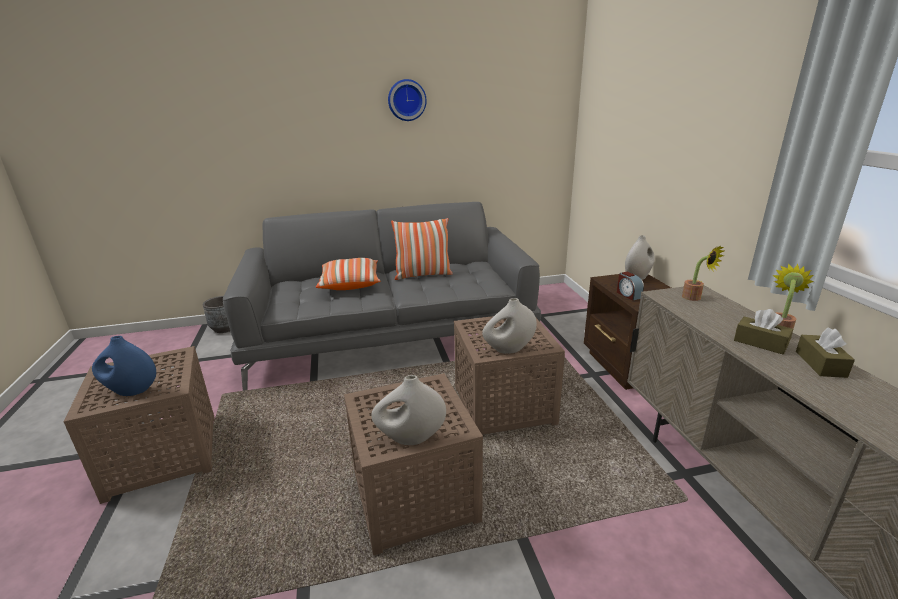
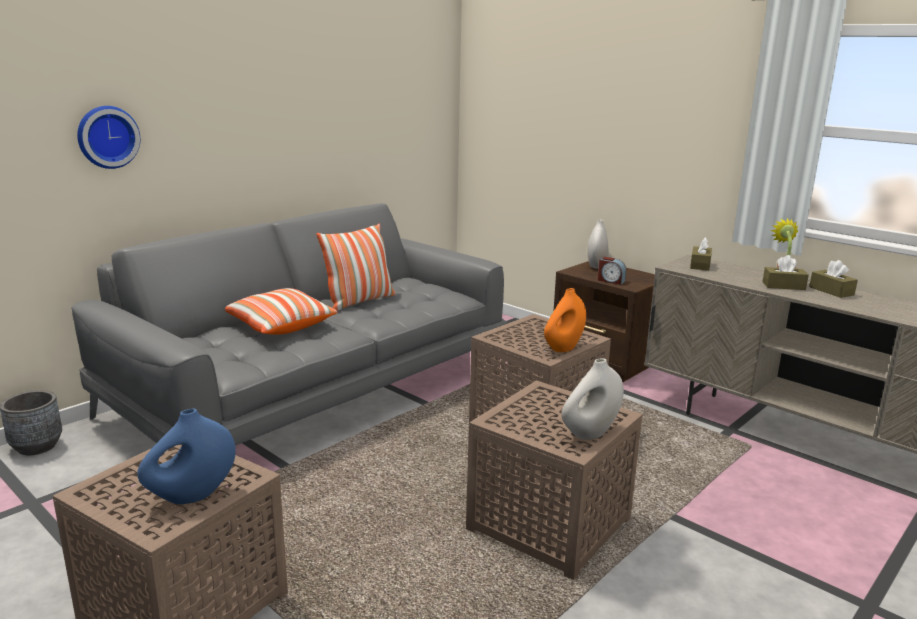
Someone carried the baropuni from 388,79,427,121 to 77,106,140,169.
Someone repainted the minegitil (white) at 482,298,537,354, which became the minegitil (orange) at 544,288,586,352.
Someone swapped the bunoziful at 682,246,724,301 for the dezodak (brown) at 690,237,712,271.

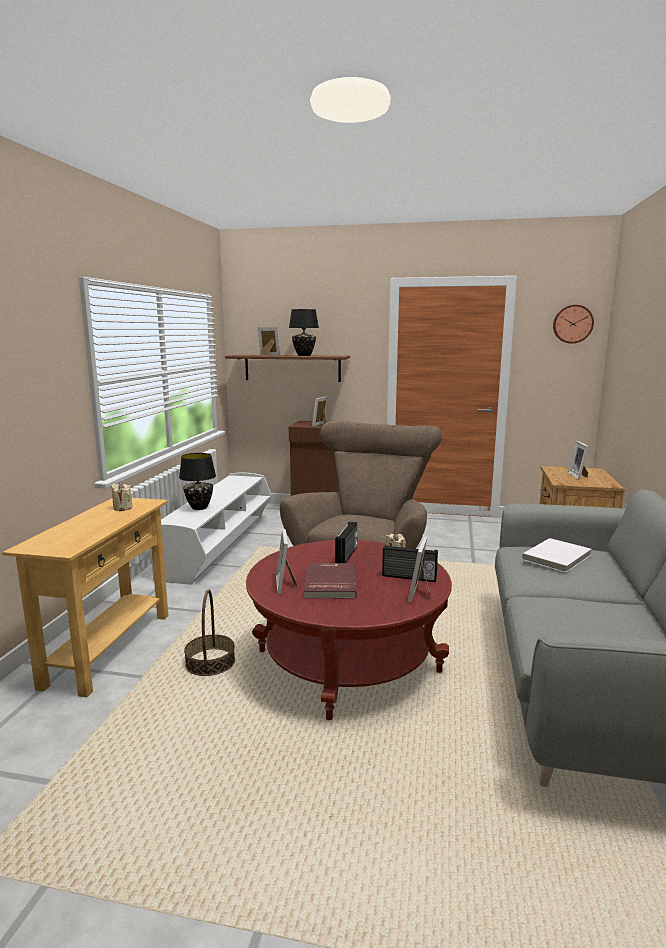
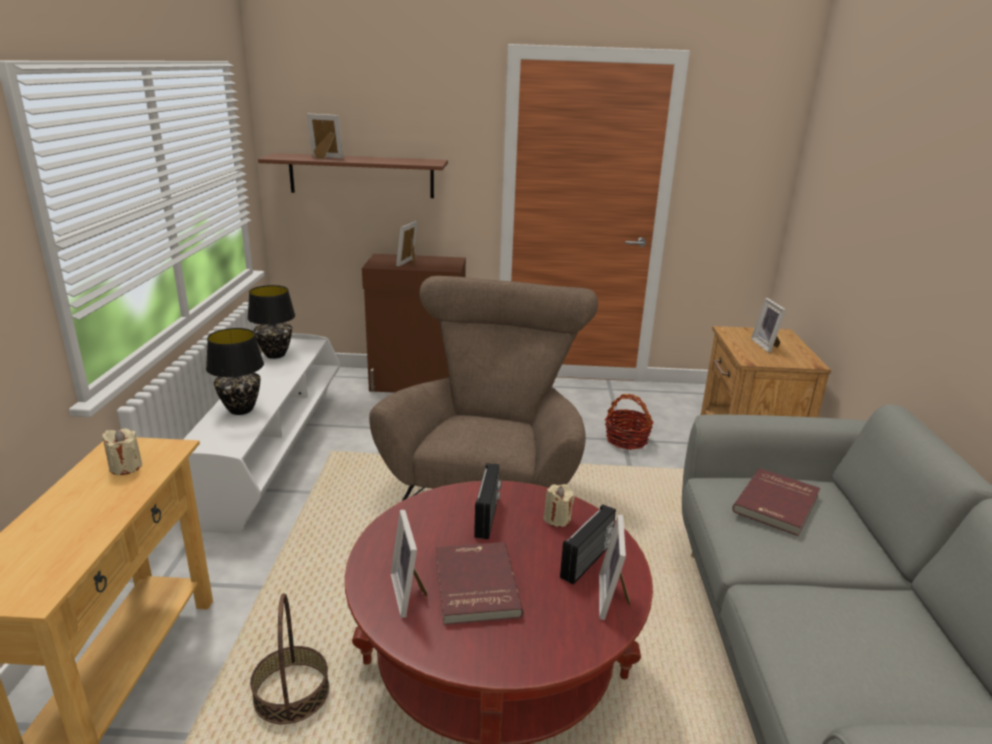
Someone carried the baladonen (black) from 289,309,319,356 to 247,285,295,359.
Someone rotated the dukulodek at 382,545,438,582 by 60 degrees counterclockwise.
Someone repainted the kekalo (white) at 522,538,592,573, which became the kekalo (red) at 732,468,820,536.
Someone took away the baropuni at 553,305,594,344.
Someone put down the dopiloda at 605,394,654,450.

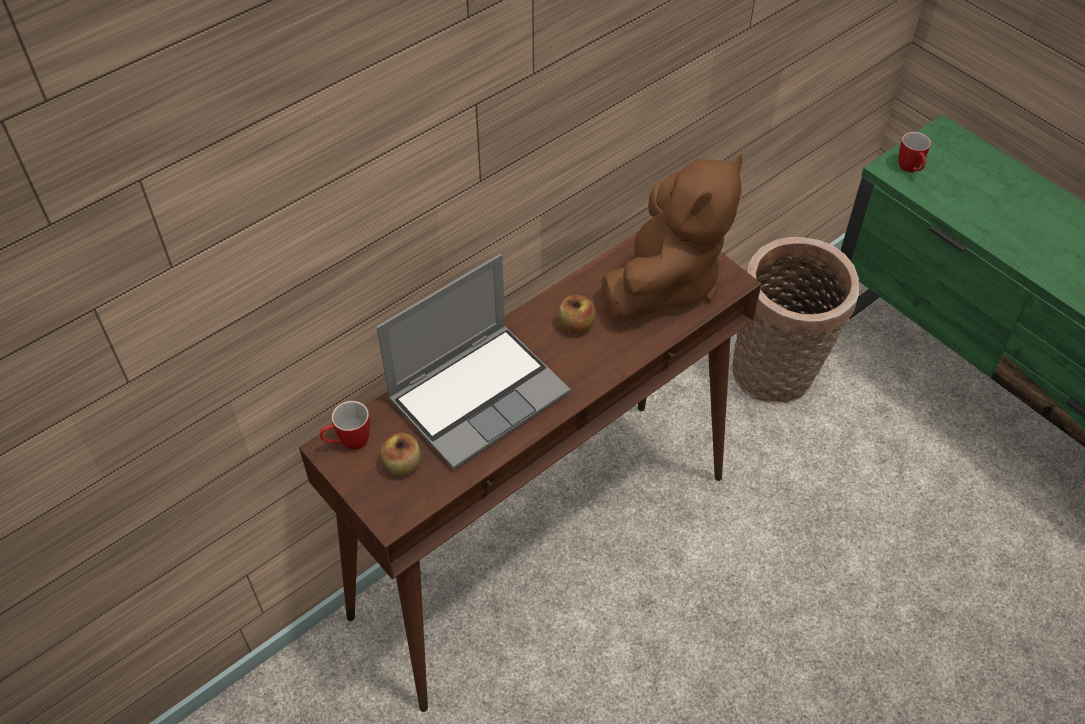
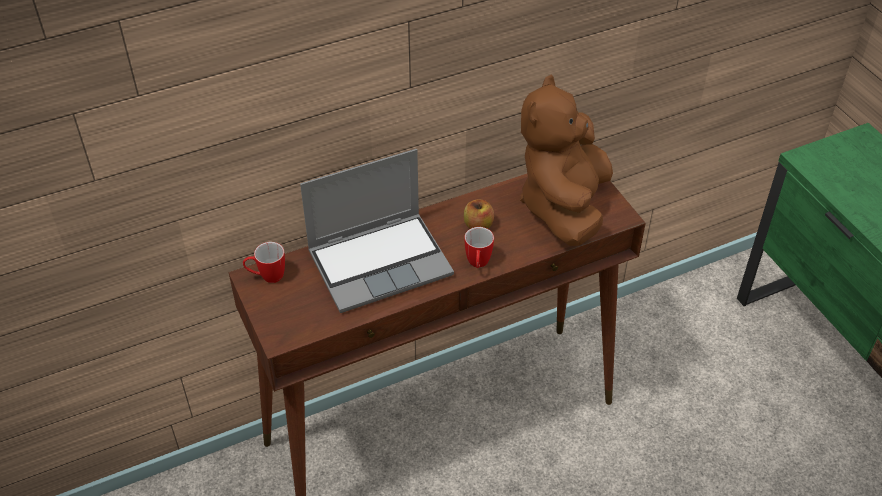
Someone took away the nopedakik at 380,433,421,475.
Someone rotated the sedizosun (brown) at 602,155,742,320 by 150 degrees clockwise.
Someone took away the dopiloda at 732,237,860,404.
Someone carried the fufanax from 899,132,931,172 to 464,227,494,268.

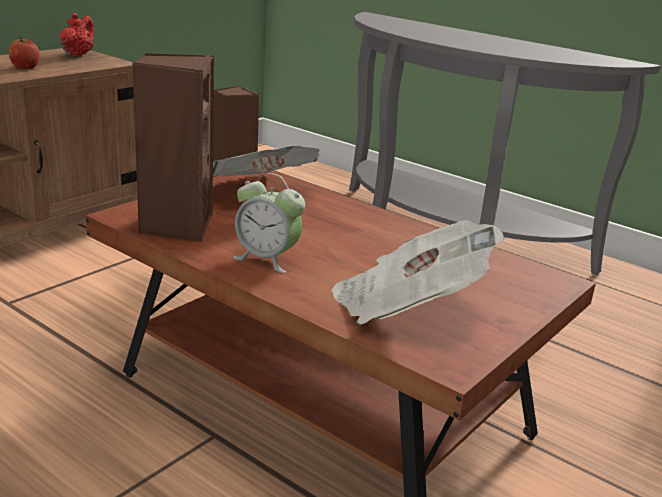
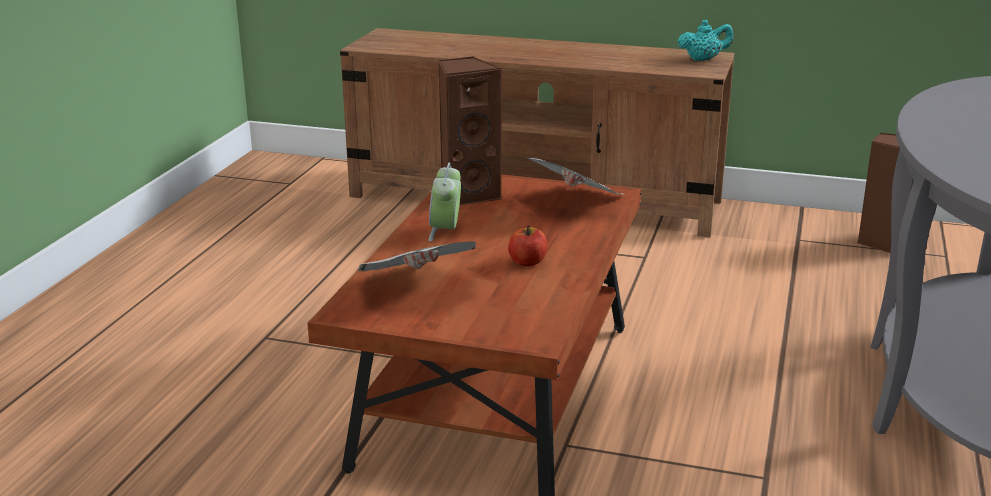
Someone carried the nopedakik from 9,37,40,69 to 508,225,547,266.
Someone repainted the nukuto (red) at 60,13,94,57, which became the nukuto (turquoise) at 678,20,734,61.

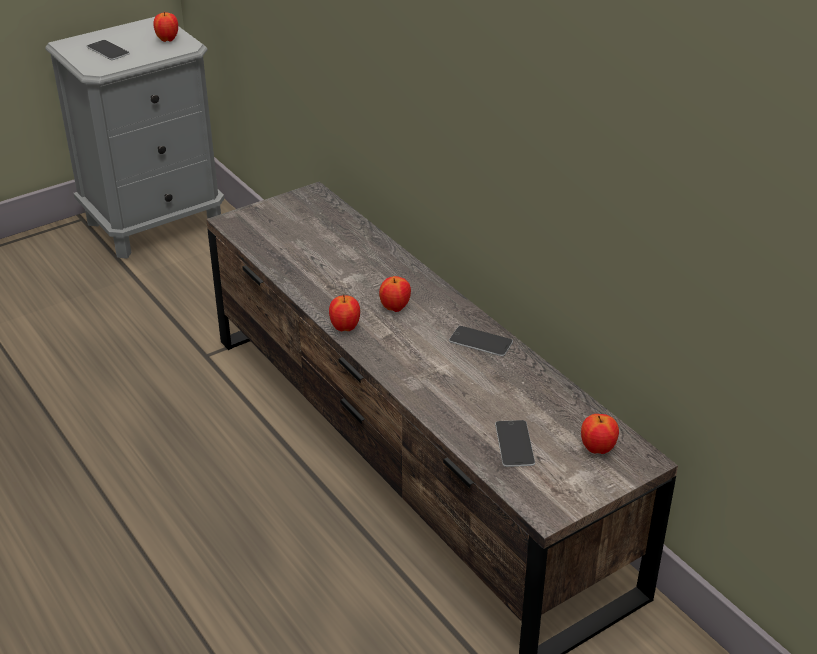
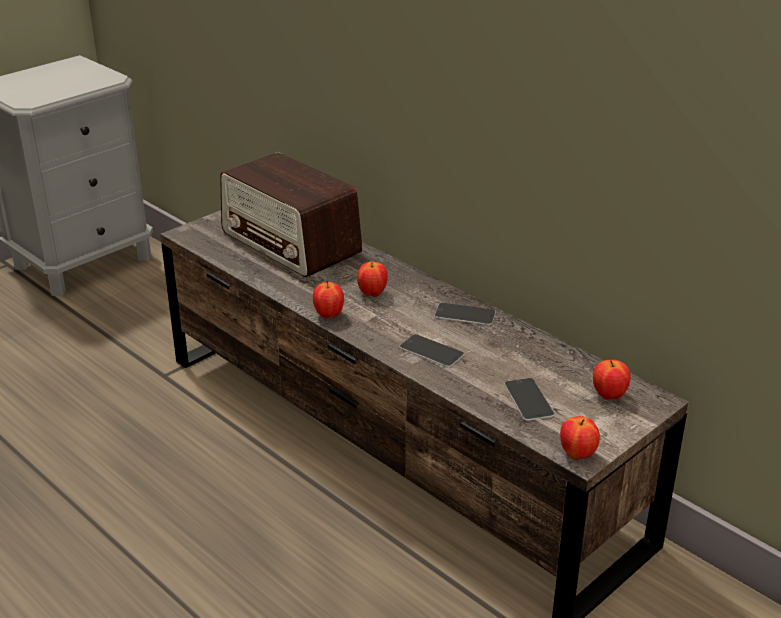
Someone carried the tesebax from 87,40,130,60 to 399,334,465,367.
Someone carried the nopedakik from 153,12,178,42 to 560,416,600,460.
Someone put down the dukulodek at 220,152,362,277.

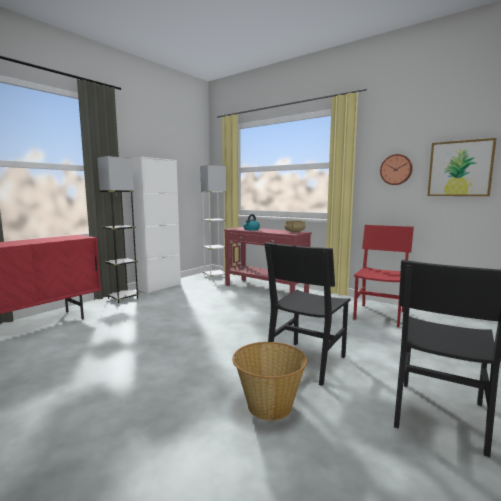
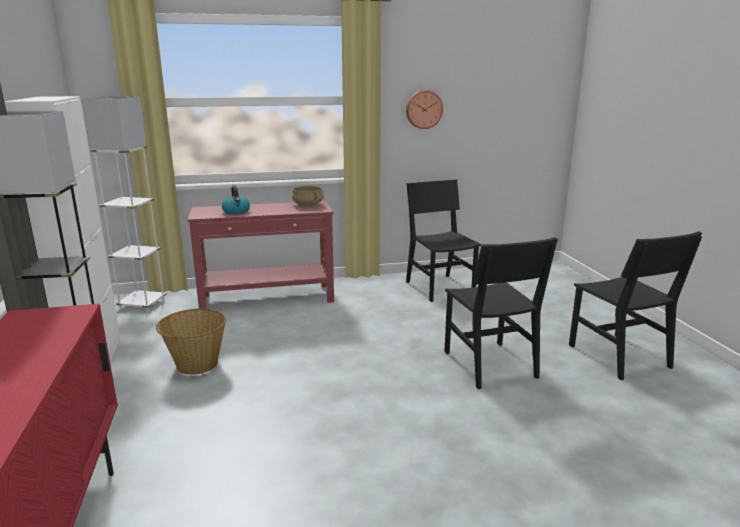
Someone carried the dopiloda from 232,342,307,421 to 156,308,226,375.
Someone repainted the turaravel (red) at 353,225,414,327, which became the turaravel (black) at 406,180,481,302.
Someone took away the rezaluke at 428,138,496,196.

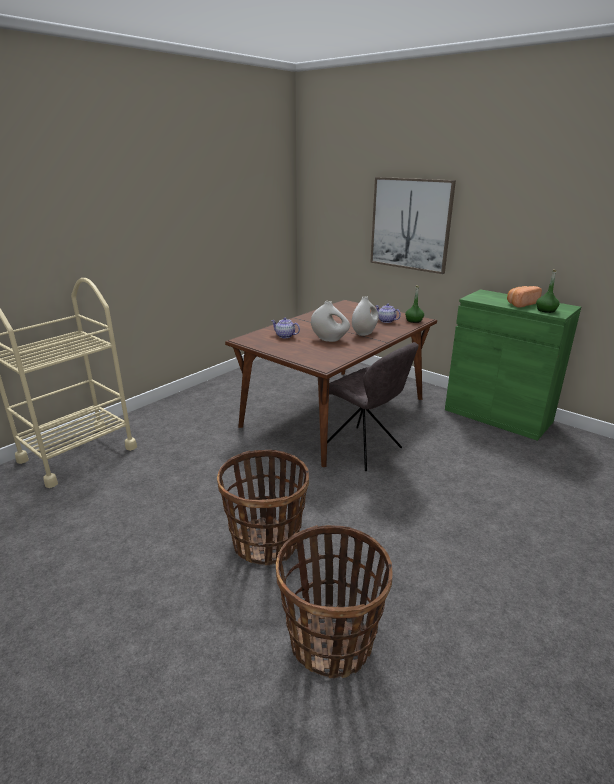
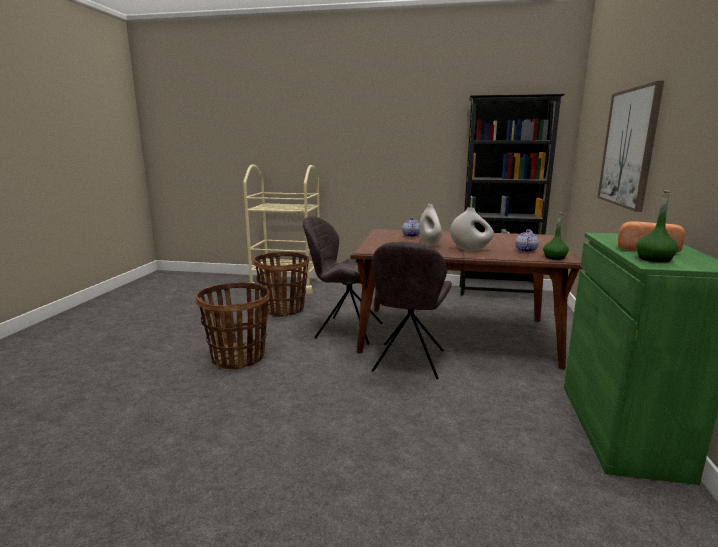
Someone carried the dopiloda from 276,525,393,678 to 253,252,309,317.
Someone put down the turaravel (grey) at 303,216,382,345.
Someone put down the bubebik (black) at 460,94,565,296.

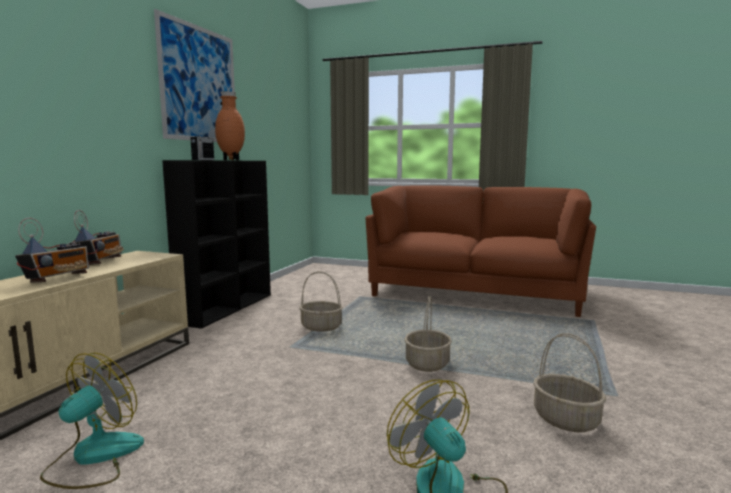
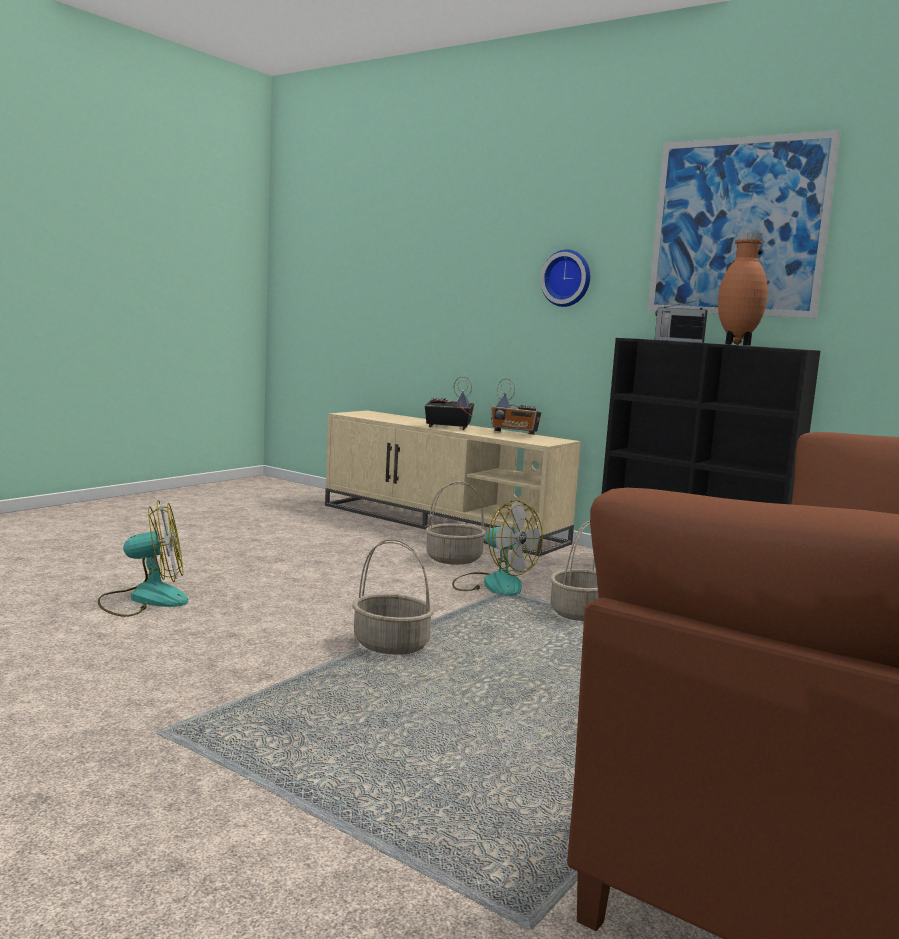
Someone rotated the dukulodek at 15,218,89,283 by 150 degrees clockwise.
Someone carried the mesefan from 40,353,144,489 to 452,500,543,596.
Someone carried the dopiloda from 533,333,606,432 to 425,482,486,564.
Someone put up the baropuni at 540,249,590,307.

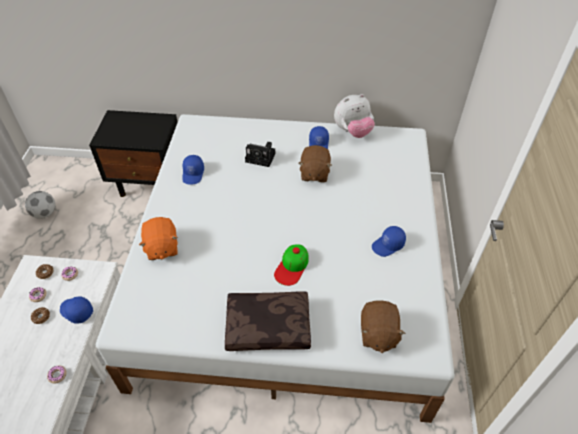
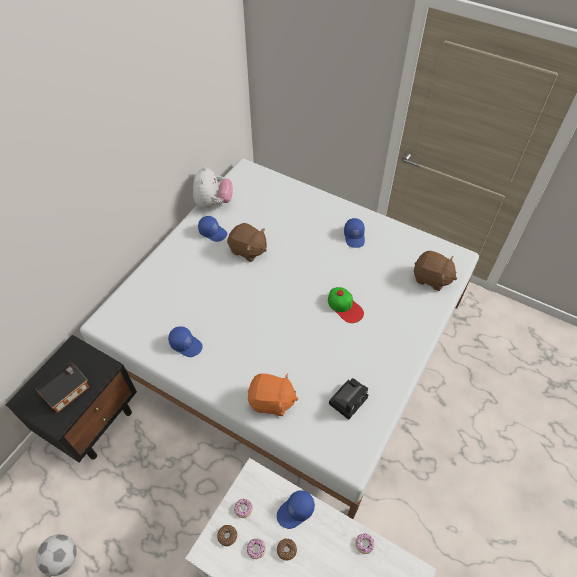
Someone took away the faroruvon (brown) at 225,291,311,351.
Someone carried the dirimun from 245,142,275,167 to 329,378,368,420.
Someone put down the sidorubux at 36,362,89,413.

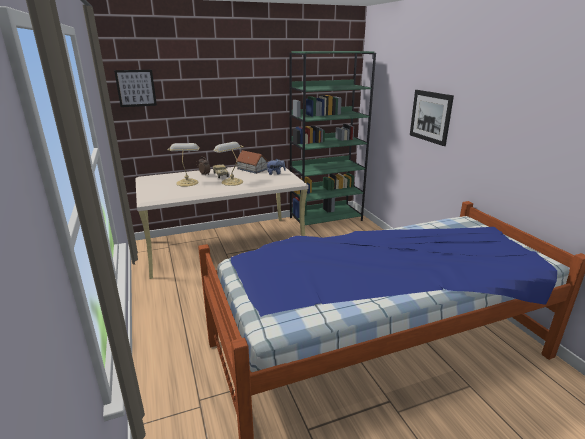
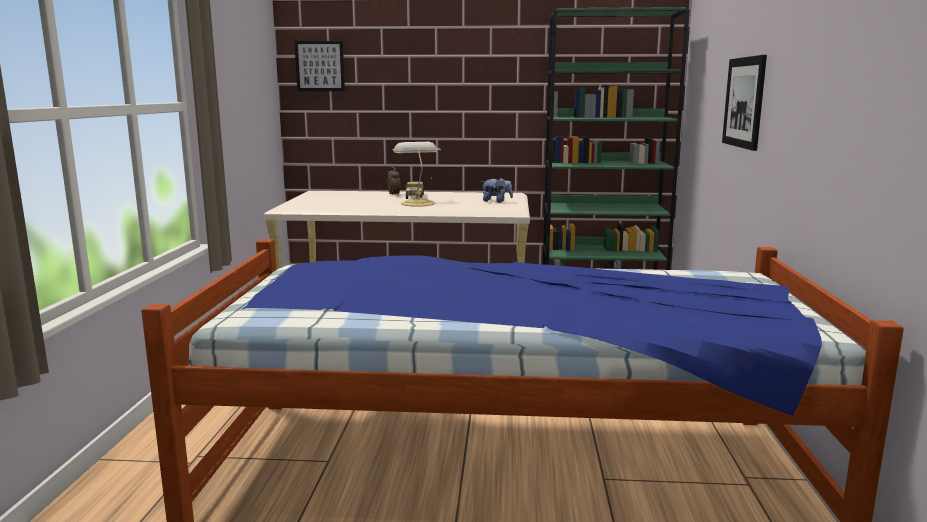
Someone took away the baladonen at 168,143,200,187.
Someone took away the sidorubux at 236,150,268,174.

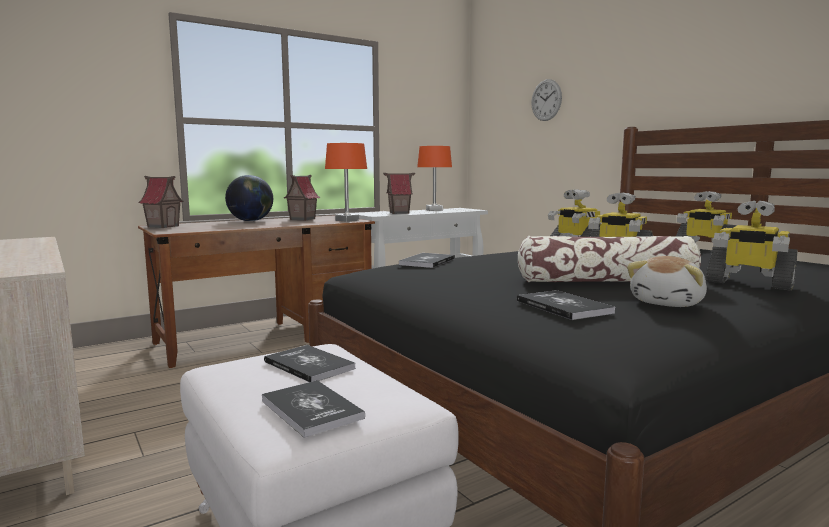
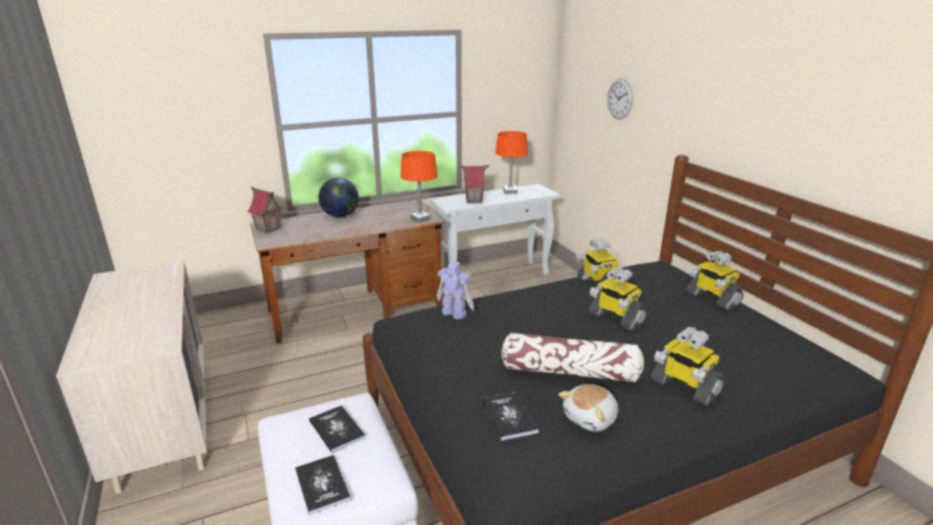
Someone took away the sidorubux at 284,175,320,221.
Someone swapped the kekalo at 399,253,455,268 for the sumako at 437,262,474,319.

